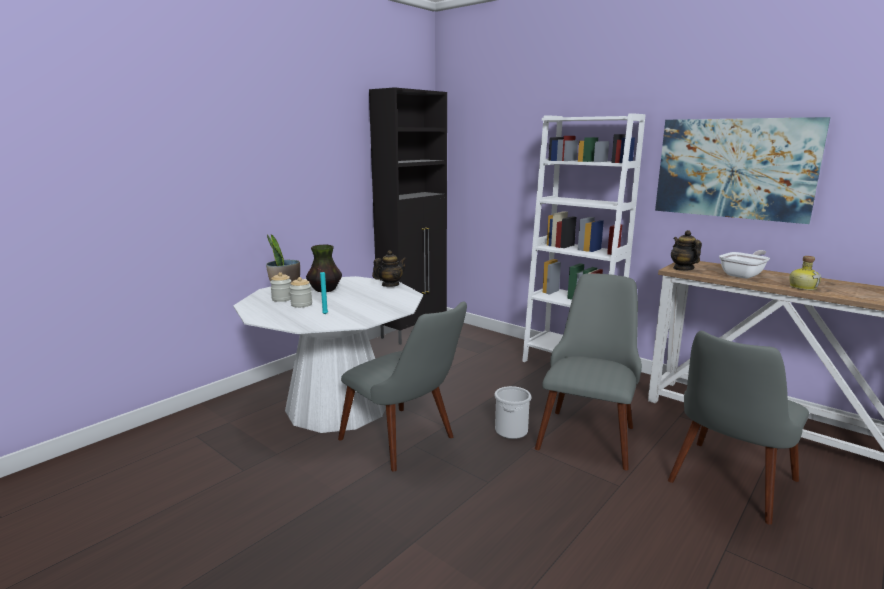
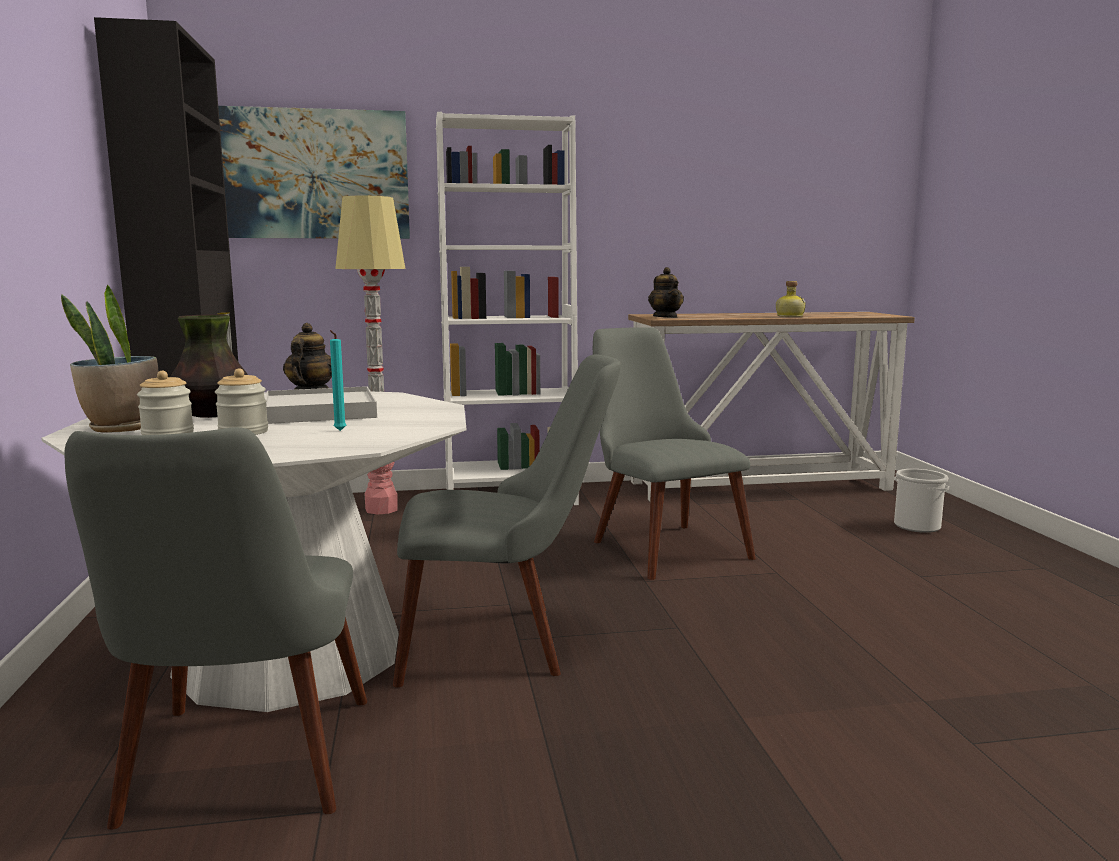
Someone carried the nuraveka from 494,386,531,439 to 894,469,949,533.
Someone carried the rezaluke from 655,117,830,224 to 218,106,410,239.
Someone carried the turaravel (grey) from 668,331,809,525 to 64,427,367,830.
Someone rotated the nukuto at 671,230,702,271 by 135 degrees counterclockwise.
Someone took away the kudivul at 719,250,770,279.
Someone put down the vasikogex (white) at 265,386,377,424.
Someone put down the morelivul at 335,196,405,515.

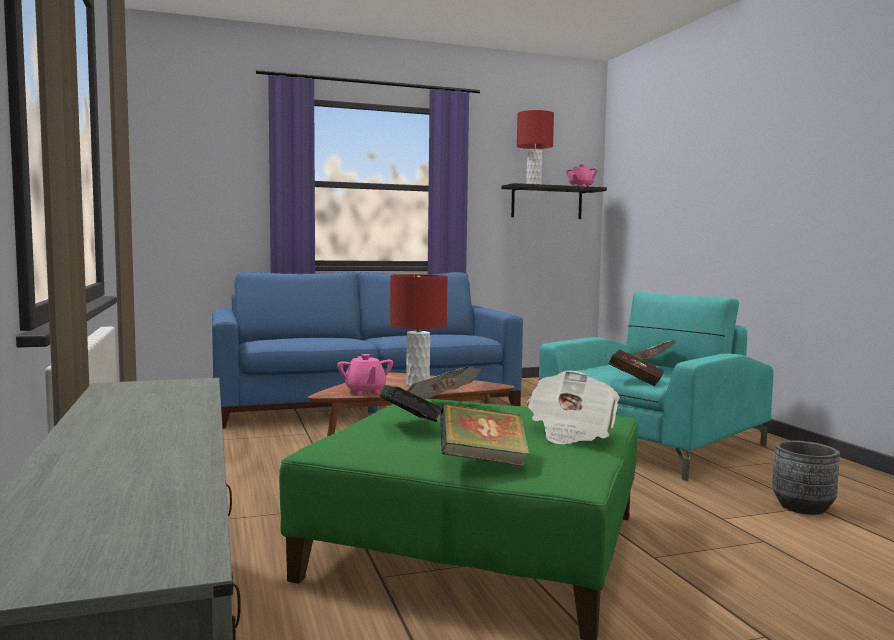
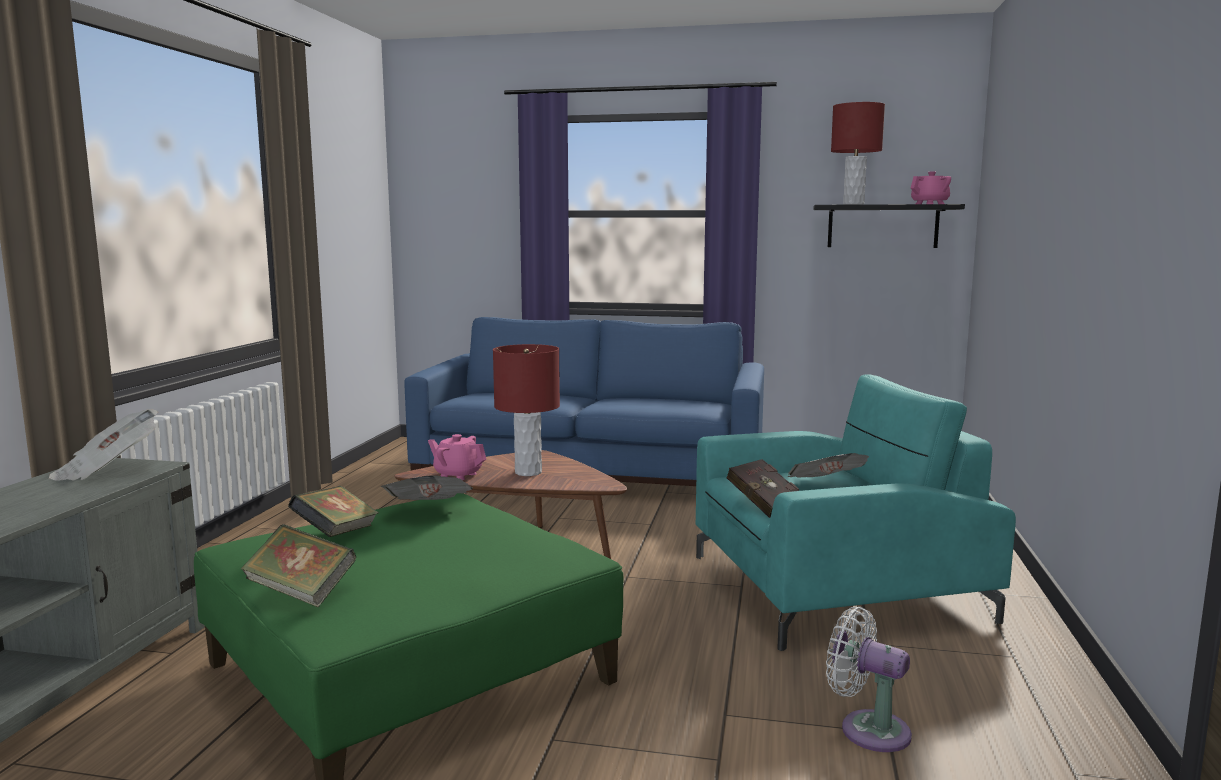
Someone rotated the nukuto (pink) at 337,354,393,395 by 105 degrees clockwise.
Someone carried the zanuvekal from 527,370,620,444 to 49,409,159,481.
Someone swapped the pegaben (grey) at 772,440,840,515 for the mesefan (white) at 826,607,912,752.

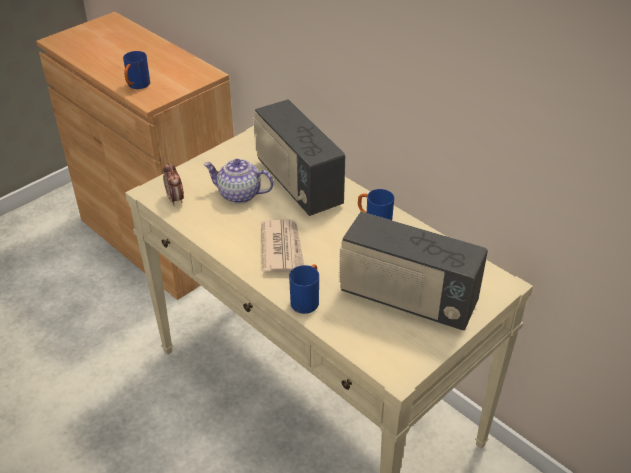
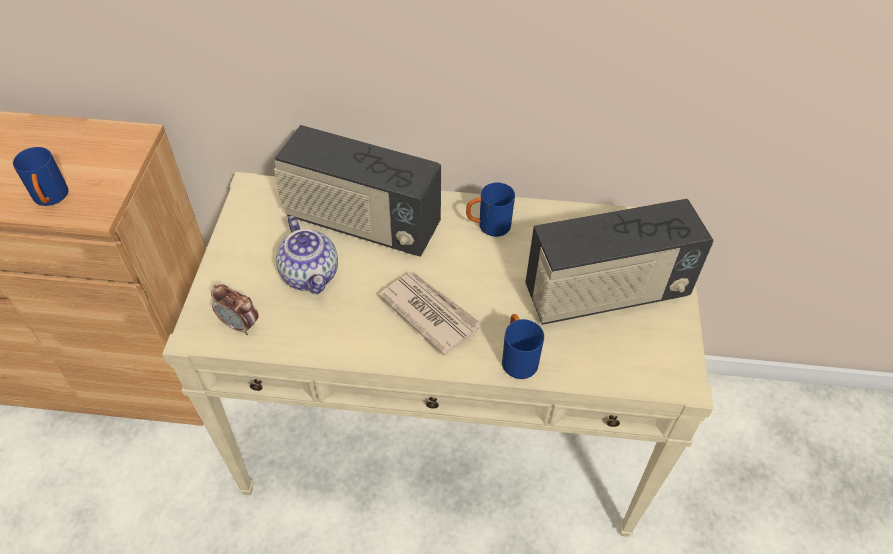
Someone rotated the nukuto at 203,159,274,204 by 90 degrees counterclockwise.

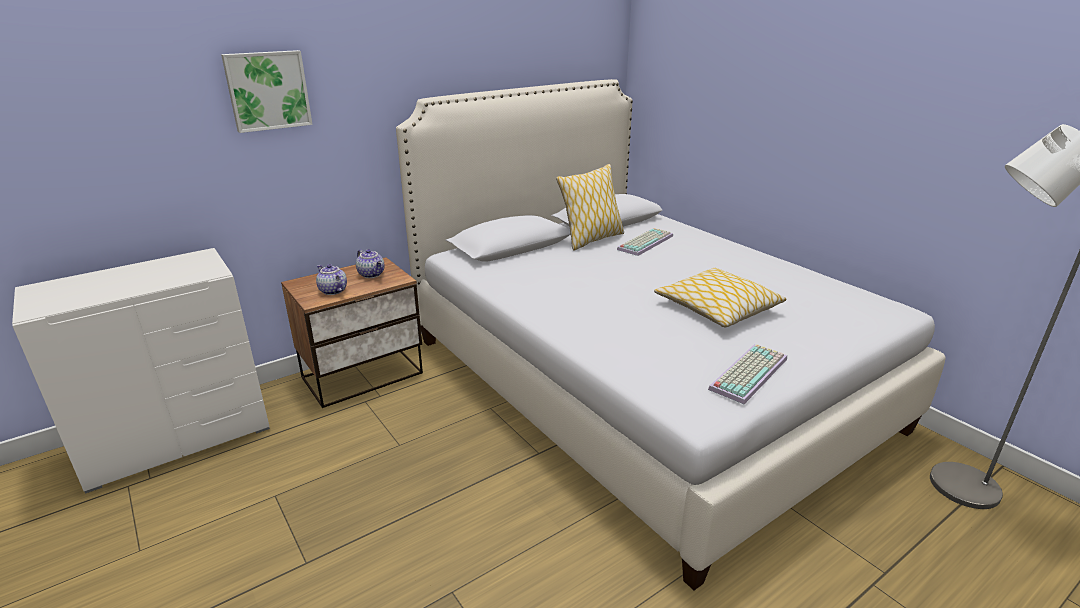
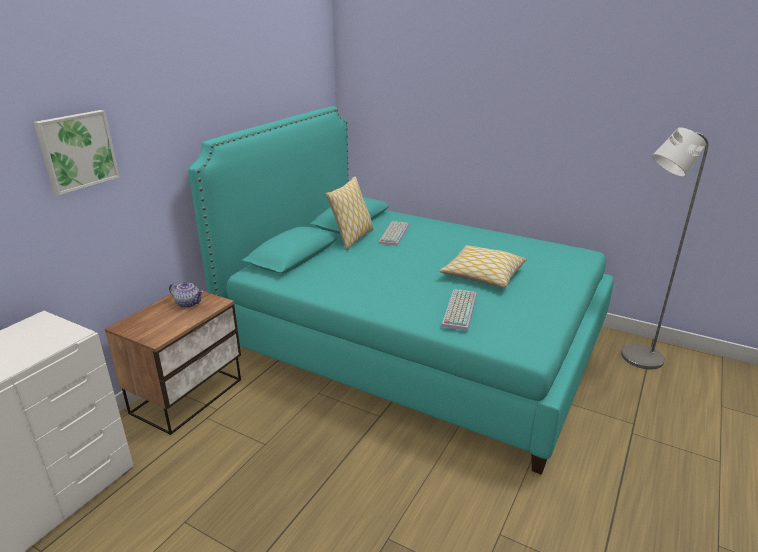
Someone took away the nukuto at 316,264,347,295.
Someone repainted the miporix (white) at 396,79,946,590, which became the miporix (turquoise) at 188,106,614,475.
Someone carried the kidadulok from 708,344,787,404 to 441,289,477,331.

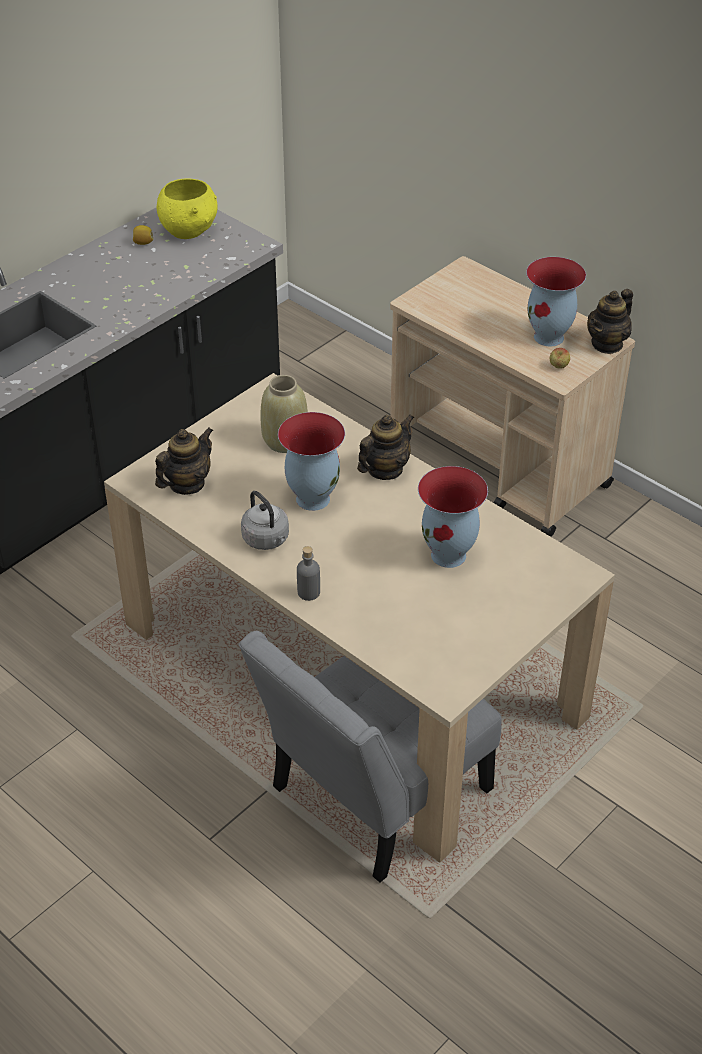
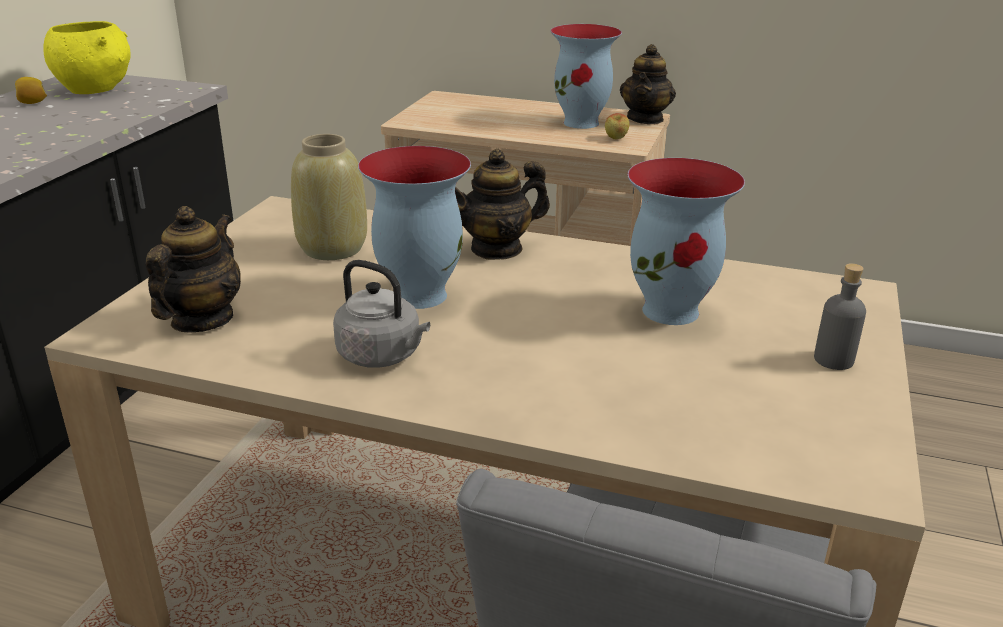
Someone carried the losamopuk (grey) from 297,546,320,601 to 814,263,866,370.
Someone rotated the nukuto at 357,414,415,480 by 135 degrees counterclockwise.

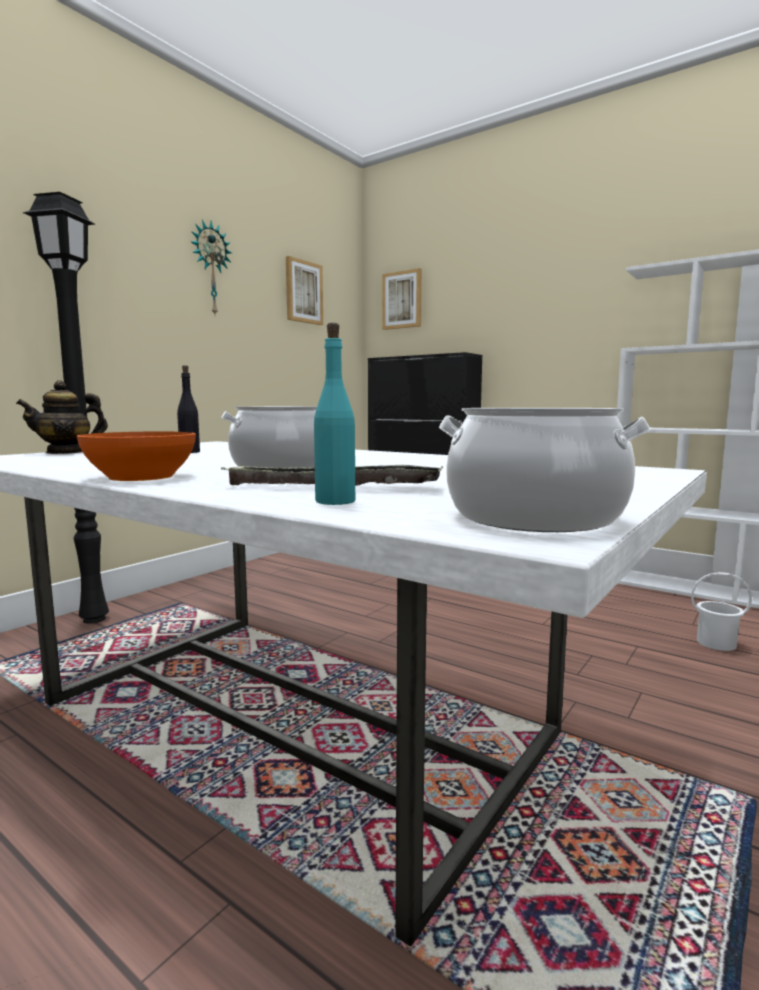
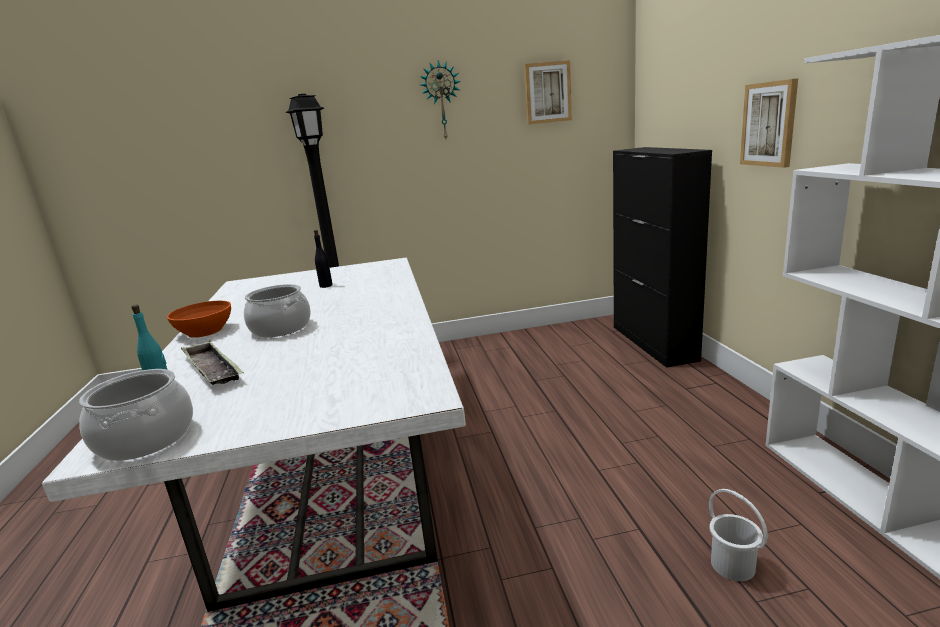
Someone took away the nukuto at 16,380,108,454.
Someone carried the rezaluke from 382,268,422,330 to 740,78,798,168.

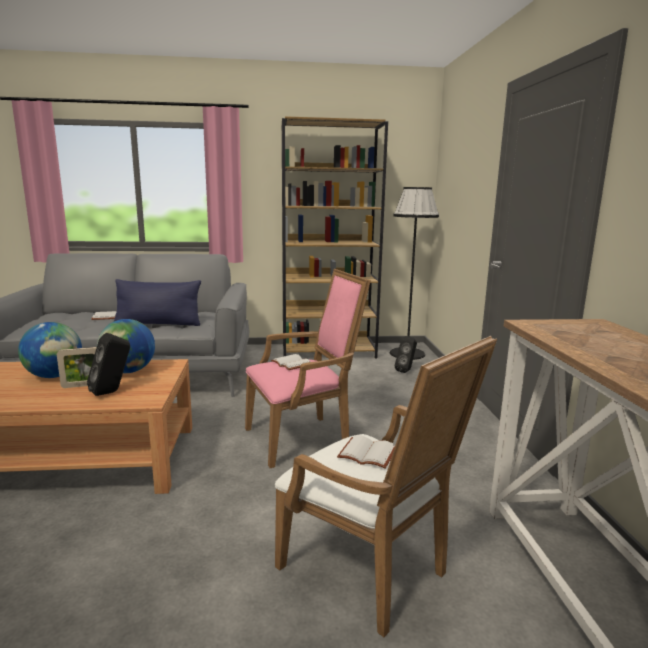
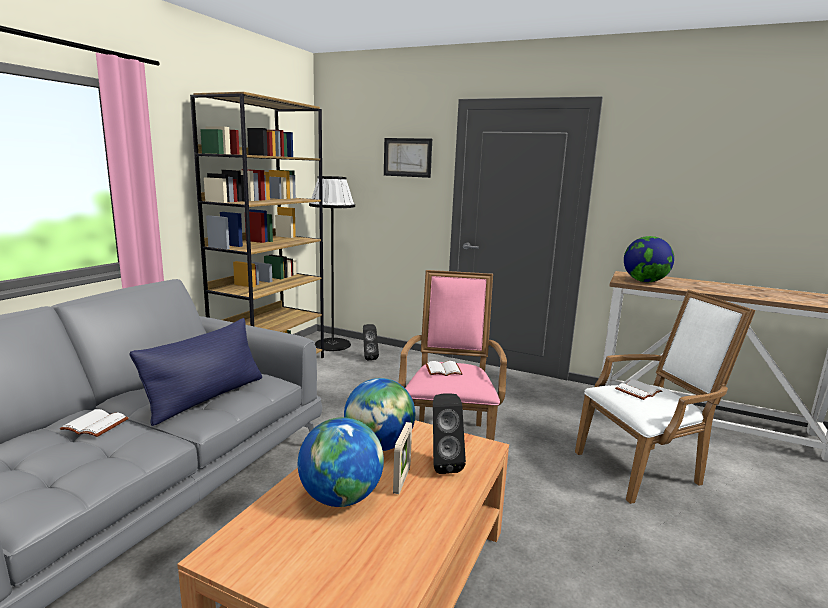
Someone put up the rezaluke at 384,138,432,178.
Someone put down the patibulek at 624,236,674,282.

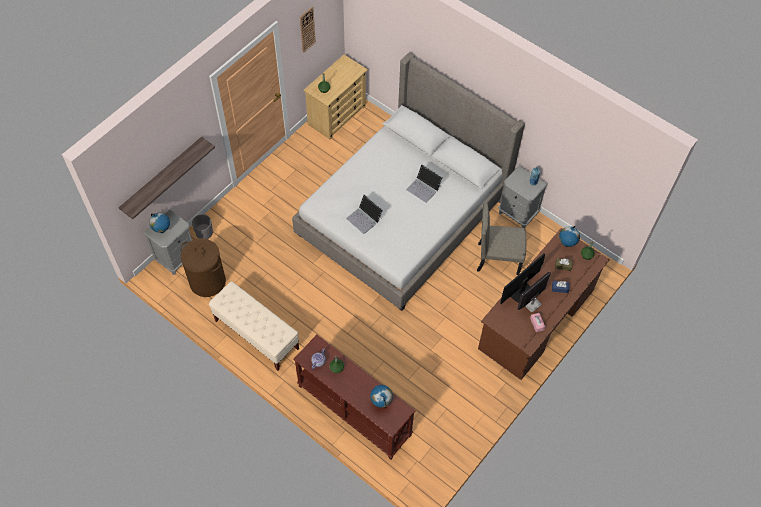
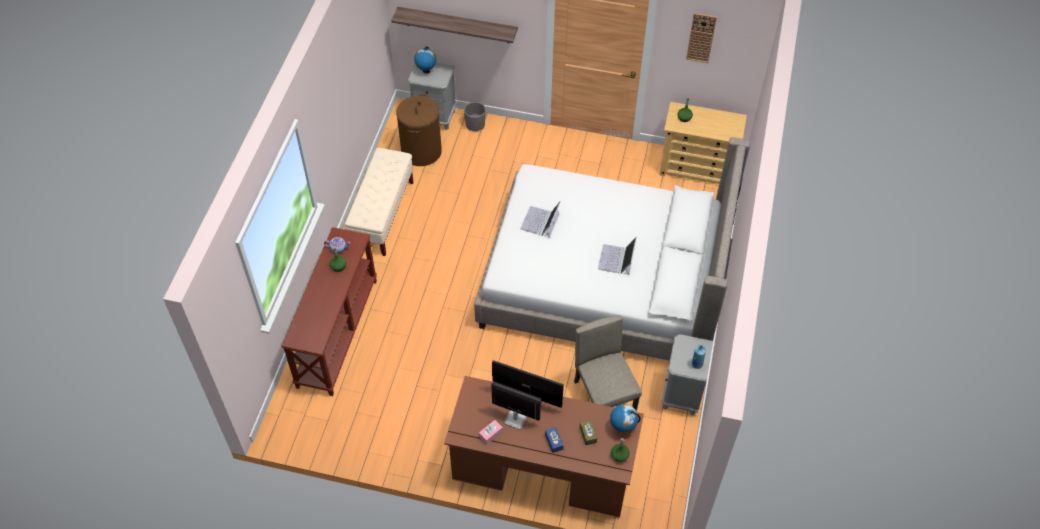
Someone took away the patibulek at 370,385,393,409.

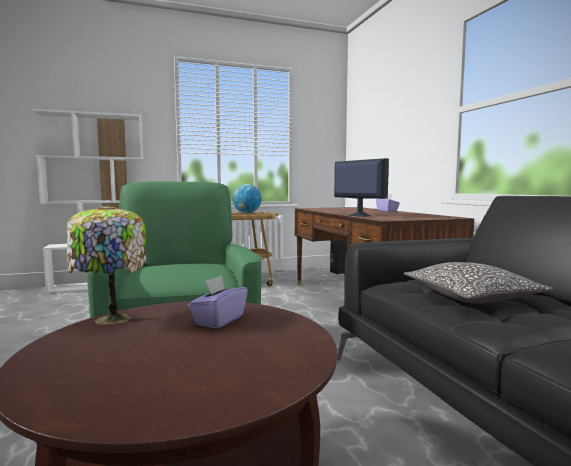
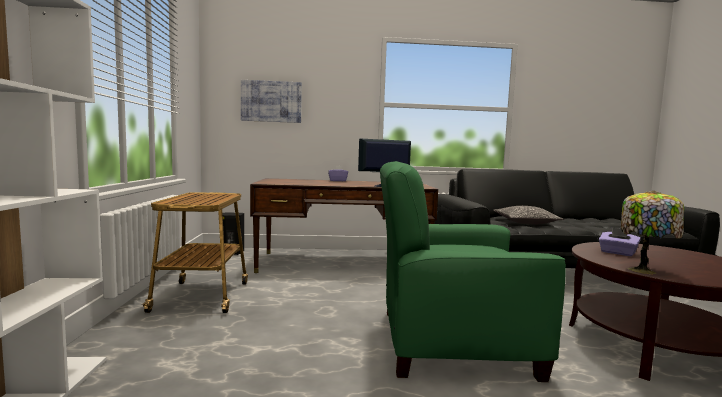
Someone took away the patibulek at 232,184,262,213.
Someone put up the rezaluke at 241,80,302,123.

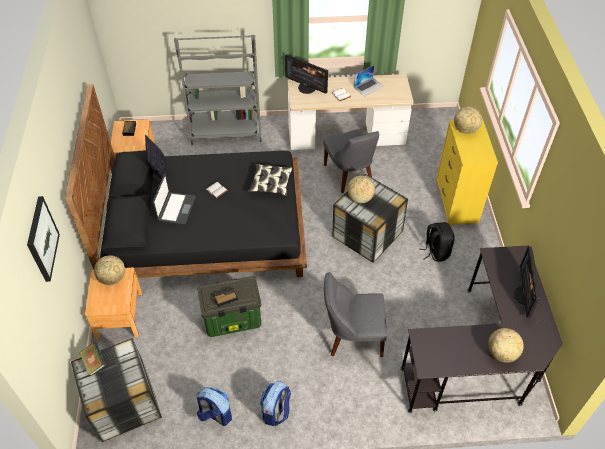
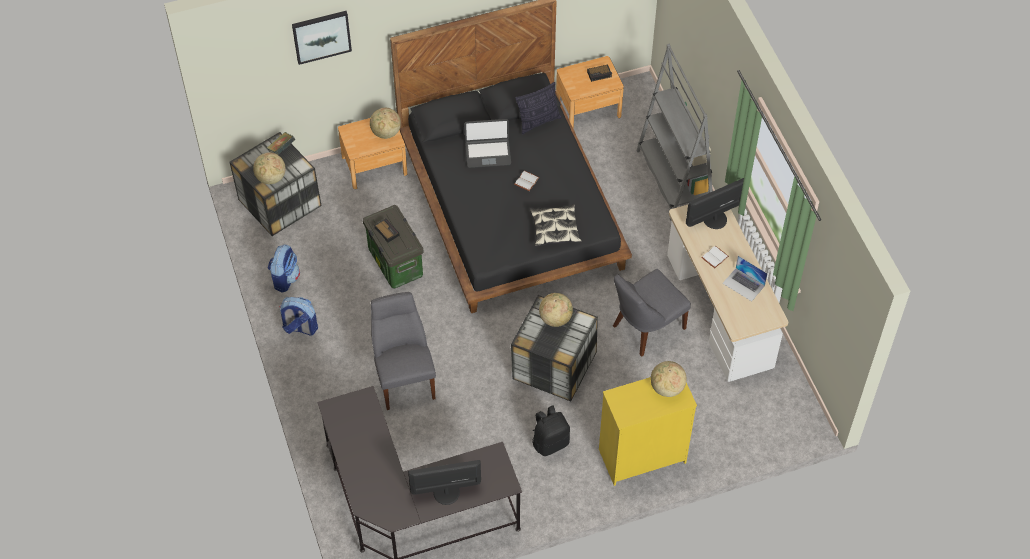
Someone rotated the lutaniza at 285,54,328,94 by 45 degrees clockwise.
Someone carried the patibulek from 488,328,524,363 to 253,152,286,184.

